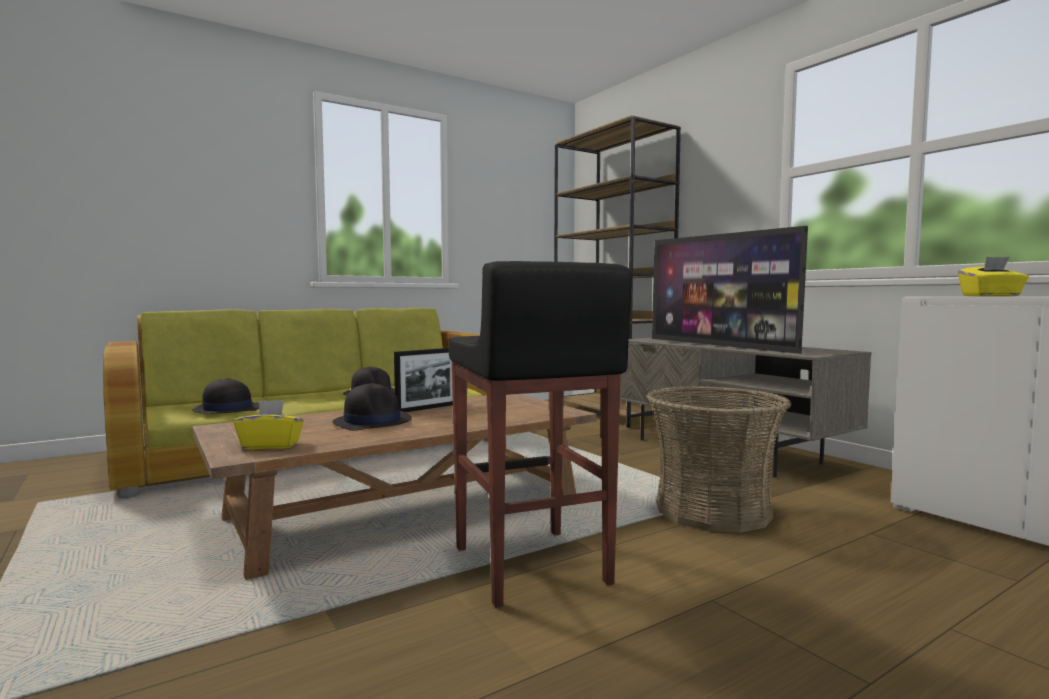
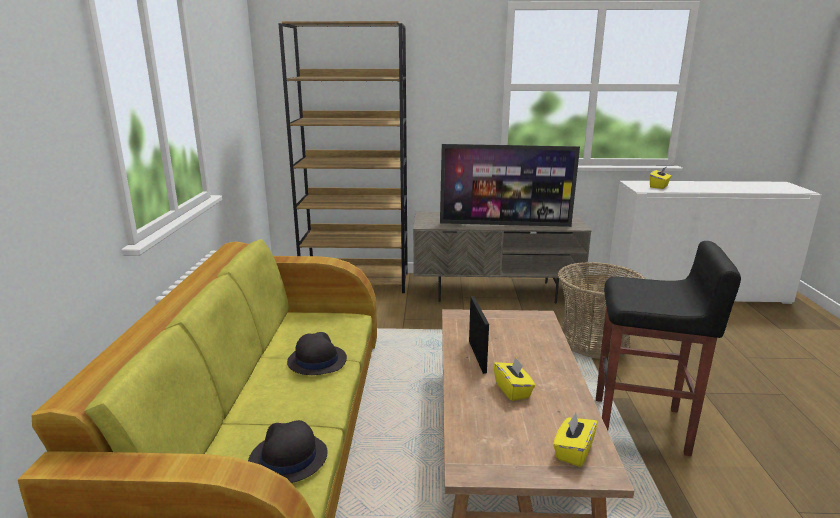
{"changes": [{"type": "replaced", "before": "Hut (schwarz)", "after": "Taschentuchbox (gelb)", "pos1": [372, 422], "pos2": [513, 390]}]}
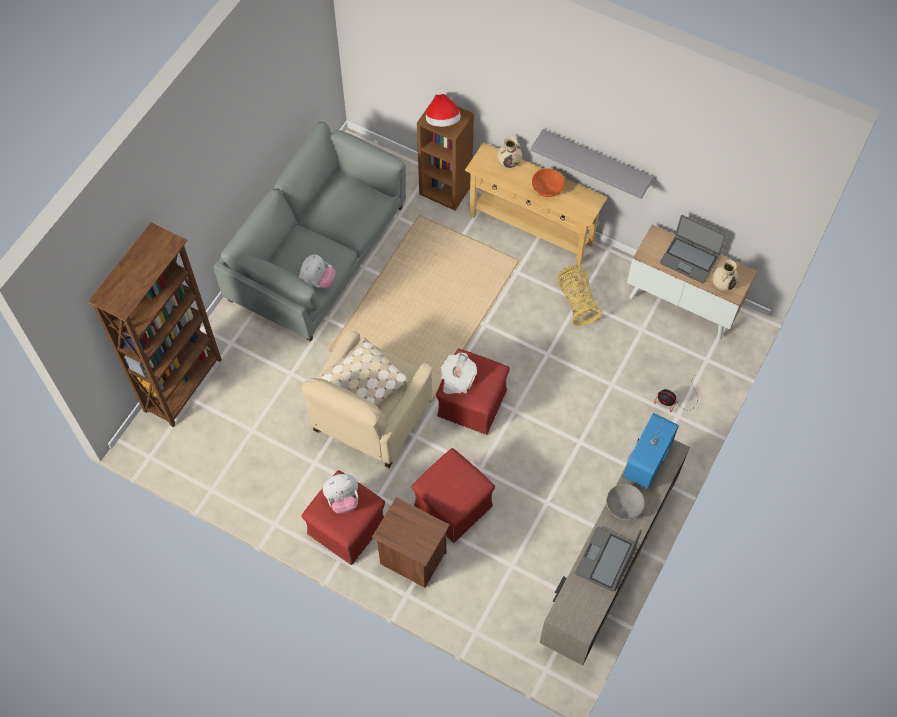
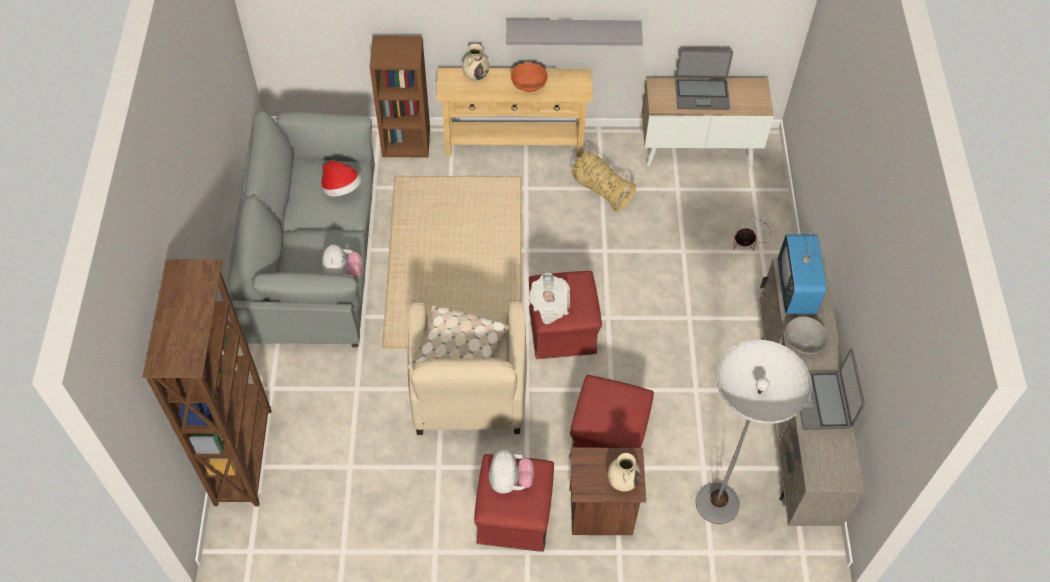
{"changes": [{"type": "moved", "before": "Hut", "pos1": [443, 121], "pos2": [341, 189]}, {"type": "turned", "before": "Plüschtier", "pos1": [343, 499], "pos2": [510, 481], "turn": -45}, {"type": "moved", "before": "Vase (beige)", "pos1": [722, 284], "pos2": [622, 480]}, {"type": "added", "after": "Stehlampe", "pos2": [717, 503]}]}
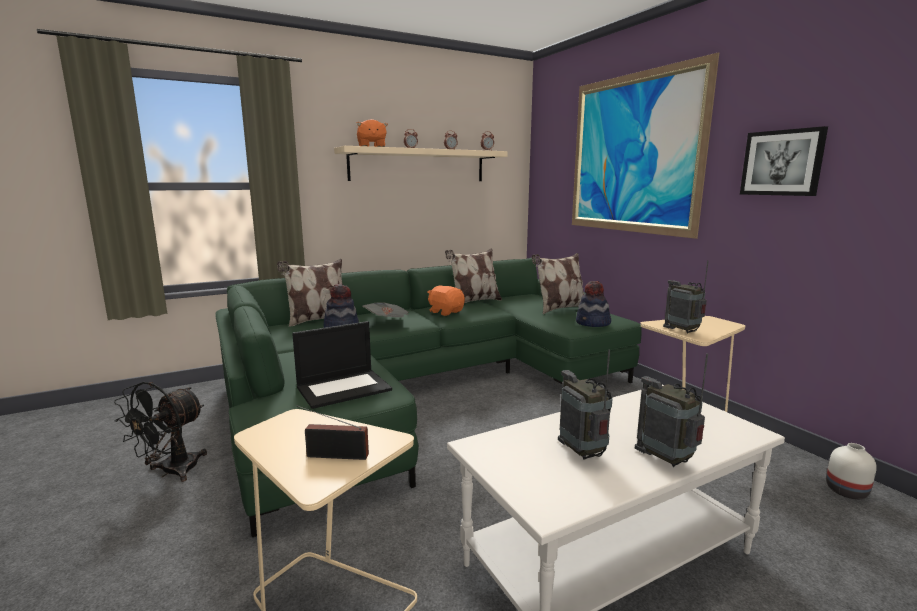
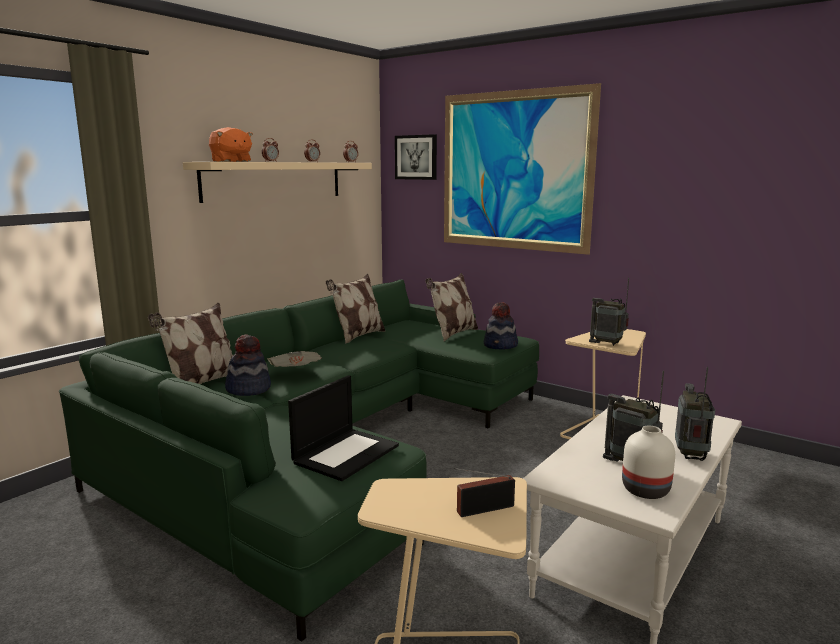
{"changes": [{"type": "moved", "before": "Bild", "pos1": [782, 163], "pos2": [416, 157]}, {"type": "moved", "before": "Vase (weiß)", "pos1": [845, 491], "pos2": [644, 490]}, {"type": "turned", "before": "Radio", "pos1": [666, 460], "pos2": [690, 455], "turn": 75}, {"type": "removed", "before": "Ventilator (schwarz)", "pos1": [171, 472]}, {"type": "removed", "before": "Plüschtier (orange)", "pos1": [446, 312]}]}
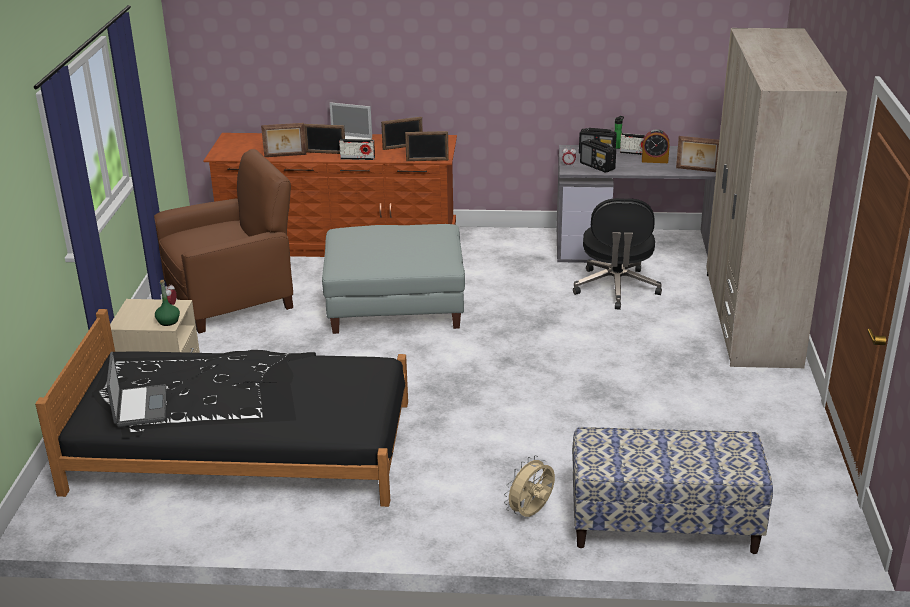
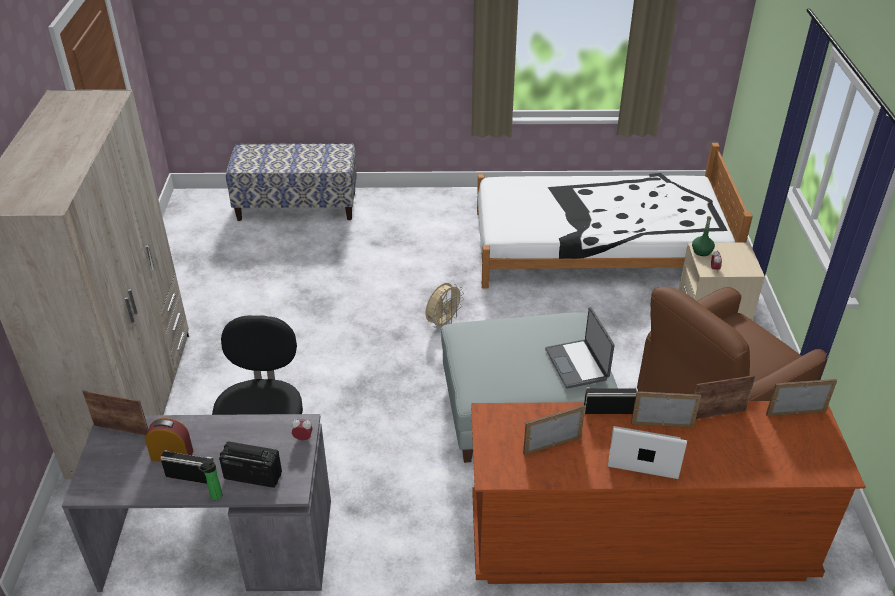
{"changes": [{"type": "moved", "before": "Ventilator (beige)", "pos1": [531, 513], "pos2": [443, 323]}, {"type": "recoloured", "before": "Bett (schwarz)", "after": "Bett (weiß)", "pos1": [242, 447], "pos2": [599, 247]}, {"type": "moved", "before": "Laptop", "pos1": [139, 407], "pos2": [577, 364]}, {"type": "moved", "before": "Bilderrahmen", "pos1": [427, 160], "pos2": [795, 412]}, {"type": "removed", "before": "Radio", "pos1": [597, 166]}]}
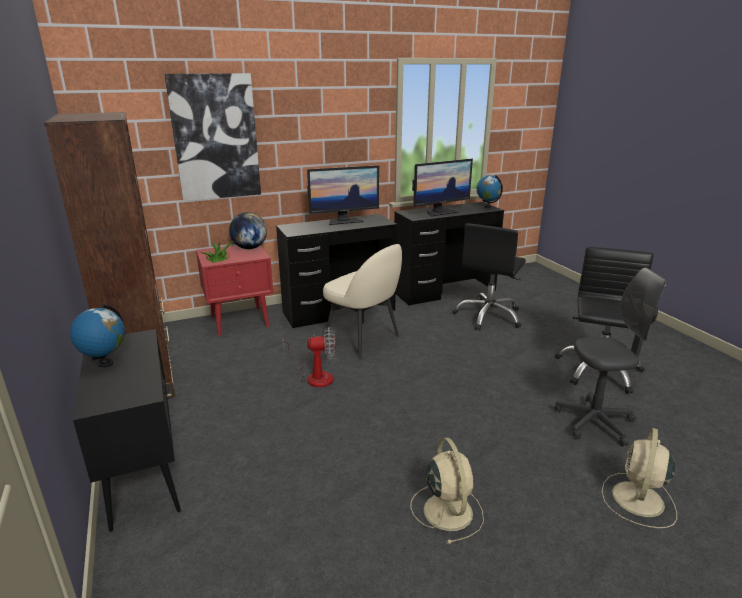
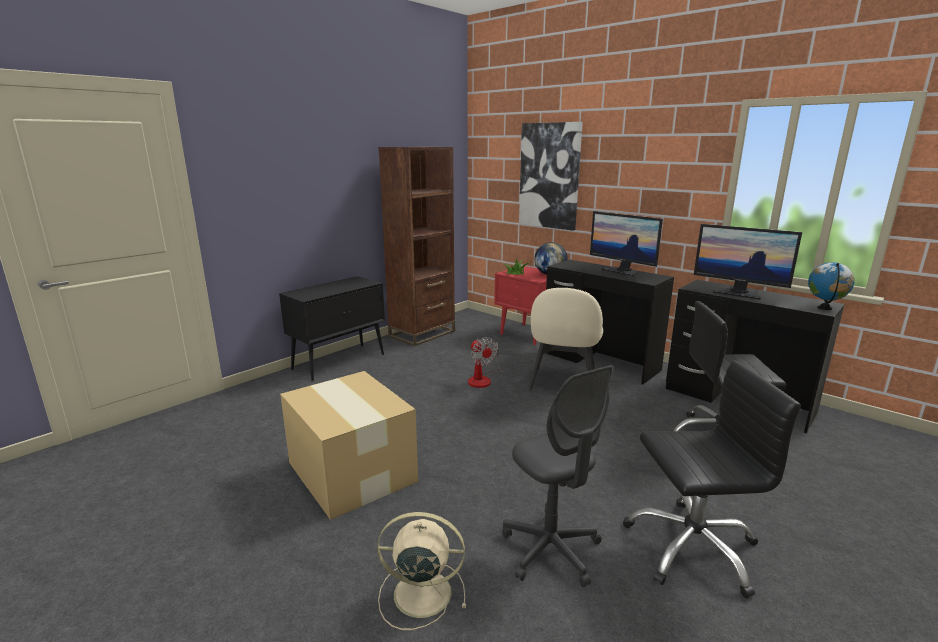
{"changes": [{"type": "replaced", "before": "Ventilator (beige)", "after": "Karton", "pos1": [447, 509], "pos2": [352, 471]}, {"type": "removed", "before": "Globus", "pos1": [105, 363]}]}
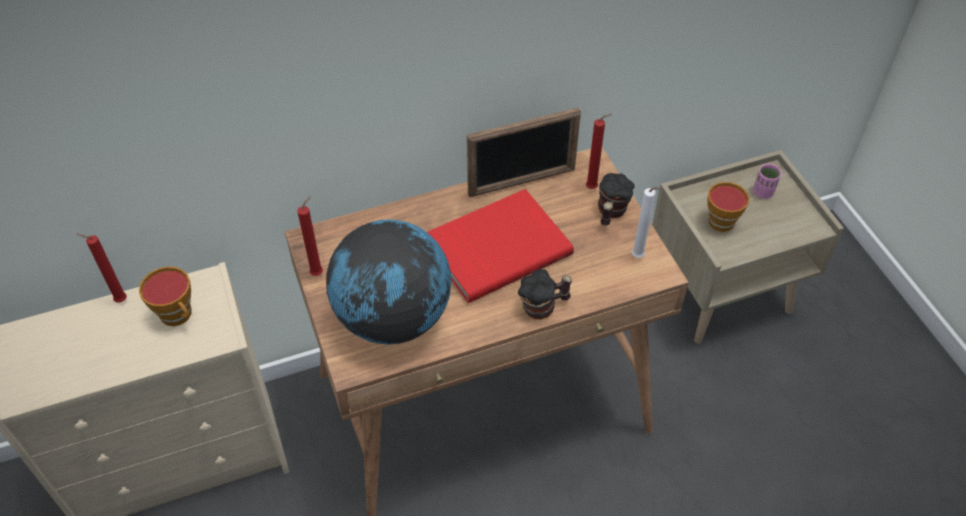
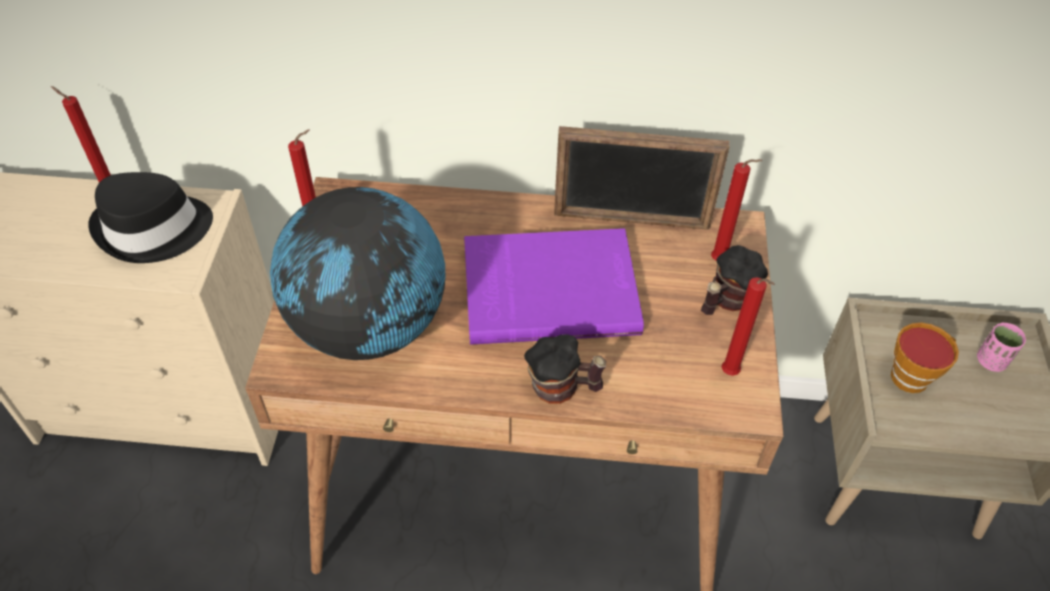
{"changes": [{"type": "replaced", "before": "Tasse", "after": "Hut (schwarz)", "pos1": [178, 315], "pos2": [153, 230]}, {"type": "recoloured", "before": "Buch (rot)", "after": "Buch (lila)", "pos1": [496, 247], "pos2": [549, 288]}, {"type": "recoloured", "before": "Kerze (weiß)", "after": "Kerze (rot)", "pos1": [639, 257], "pos2": [731, 374]}]}
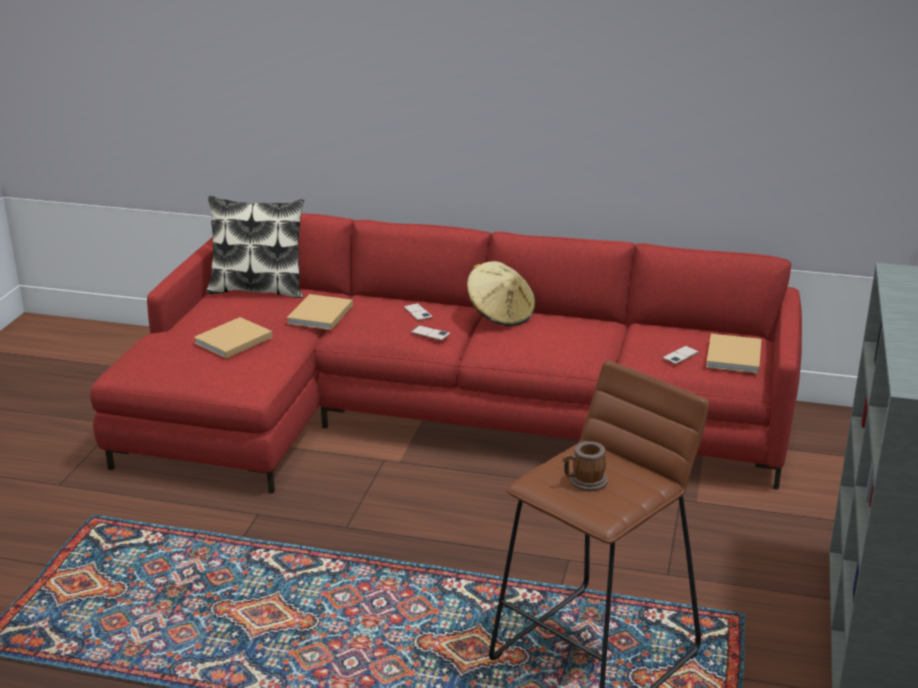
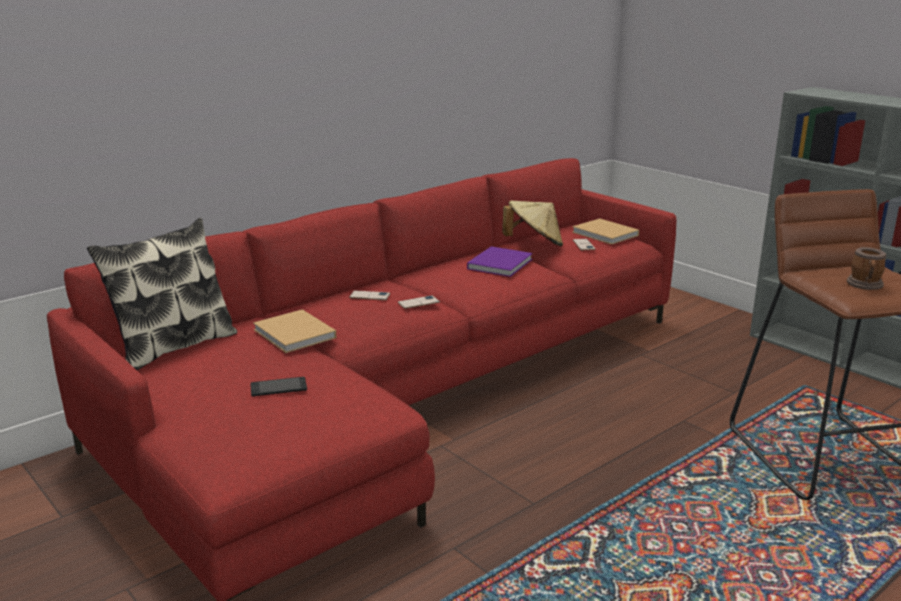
{"changes": [{"type": "replaced", "before": "Buch (beige)", "after": "Handy", "pos1": [231, 341], "pos2": [278, 387]}, {"type": "added", "after": "Buch (lila)", "pos2": [501, 263]}, {"type": "moved", "before": "Hut (beige)", "pos1": [500, 315], "pos2": [534, 244]}]}
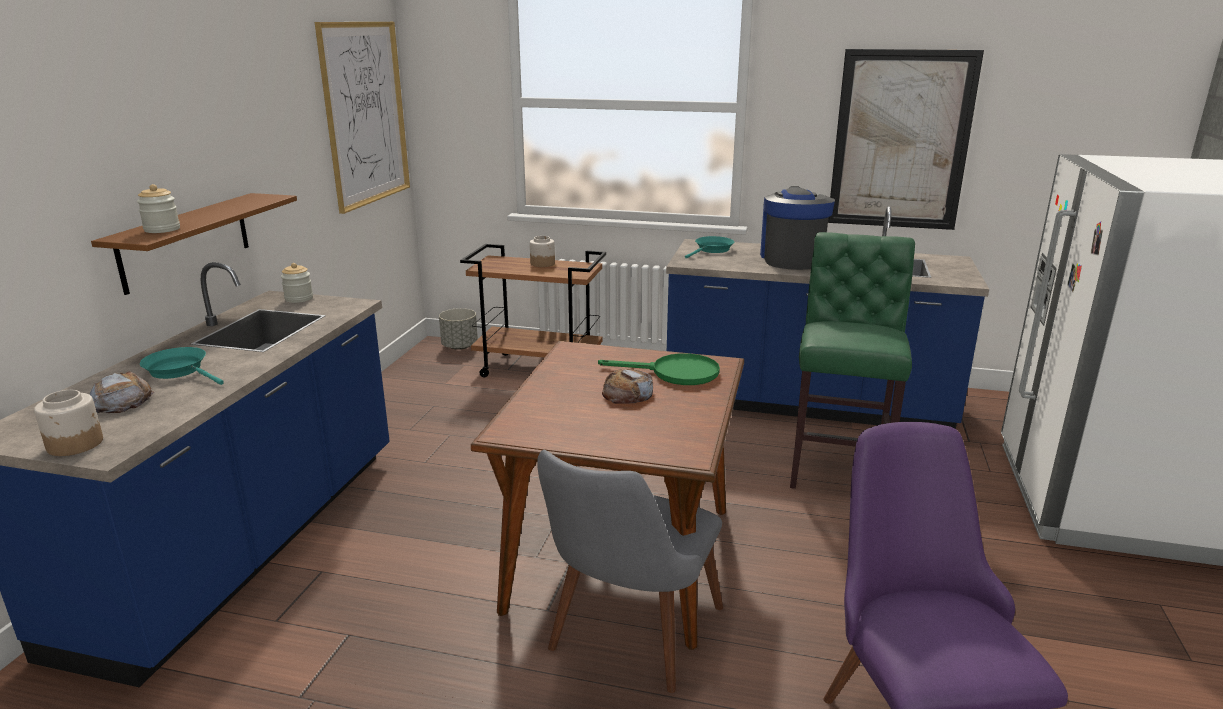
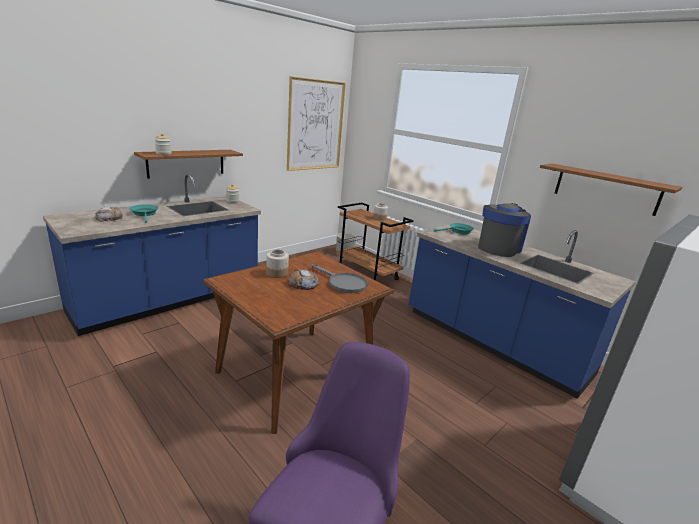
{"changes": [{"type": "moved", "before": "Vorratsglas", "pos1": [76, 444], "pos2": [277, 273]}, {"type": "recoloured", "before": "Pfanne (grün)", "after": "Pfanne (grau)", "pos1": [675, 373], "pos2": [343, 283]}, {"type": "replaced", "before": "Bild", "after": "Wandregal (braun)", "pos1": [901, 141], "pos2": [606, 189]}, {"type": "removed", "before": "Stuhl (grau)", "pos1": [627, 641]}, {"type": "removed", "before": "Hocker (grün)", "pos1": [839, 465]}]}
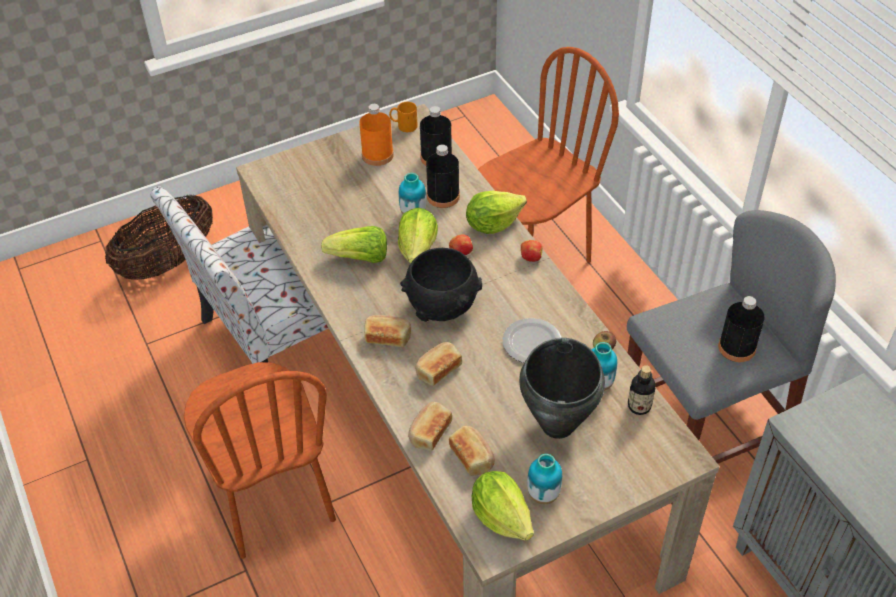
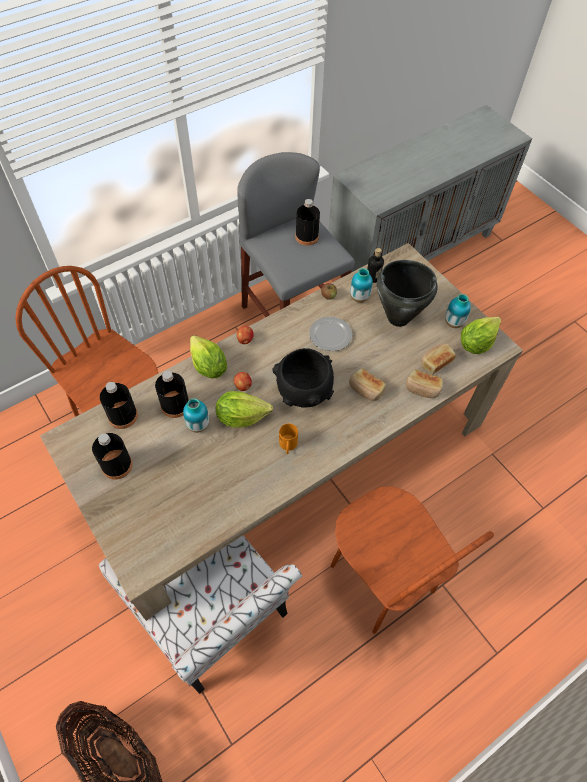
{"changes": [{"type": "recoloured", "before": "Flasche (orange)", "after": "Flasche (schwarz)", "pos1": [377, 155], "pos2": [117, 465]}, {"type": "moved", "before": "Henkelbecher (orange)", "pos1": [403, 126], "pos2": [288, 446]}, {"type": "turned", "before": "Stuhl (braun)", "pos1": [272, 500], "pos2": [381, 579], "turn": 90}, {"type": "removed", "before": "Salatkopf", "pos1": [360, 258]}, {"type": "removed", "before": "Brot", "pos1": [388, 337]}]}
